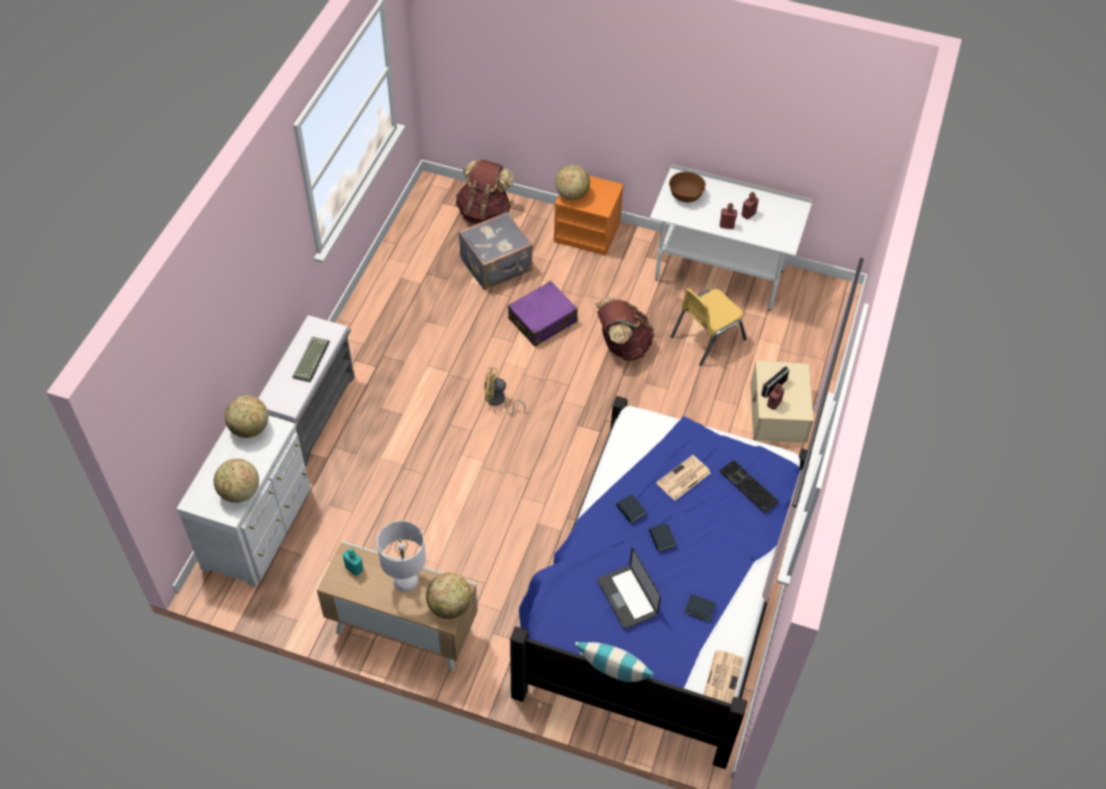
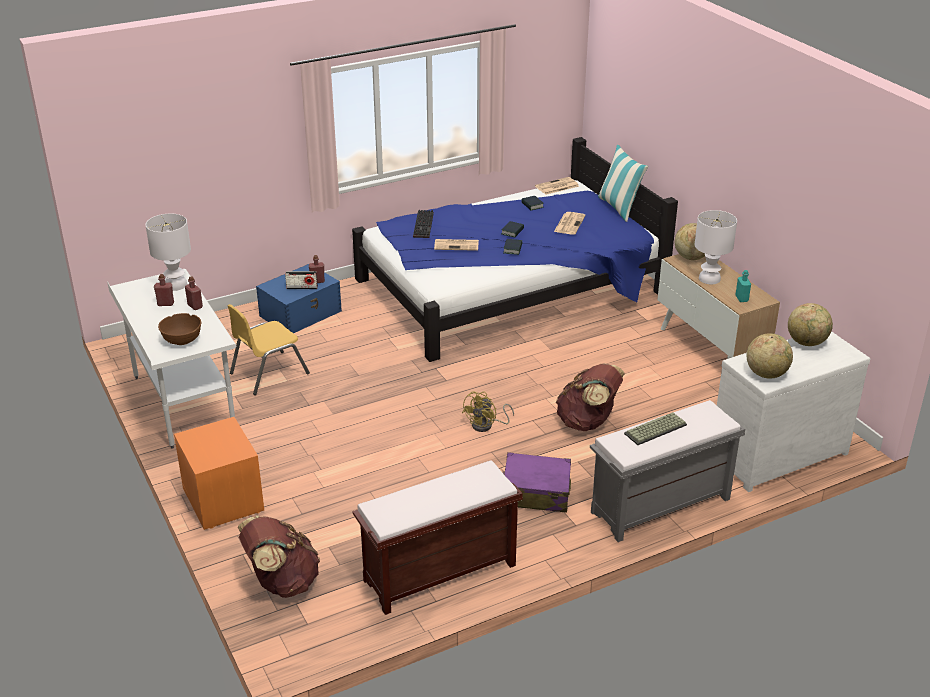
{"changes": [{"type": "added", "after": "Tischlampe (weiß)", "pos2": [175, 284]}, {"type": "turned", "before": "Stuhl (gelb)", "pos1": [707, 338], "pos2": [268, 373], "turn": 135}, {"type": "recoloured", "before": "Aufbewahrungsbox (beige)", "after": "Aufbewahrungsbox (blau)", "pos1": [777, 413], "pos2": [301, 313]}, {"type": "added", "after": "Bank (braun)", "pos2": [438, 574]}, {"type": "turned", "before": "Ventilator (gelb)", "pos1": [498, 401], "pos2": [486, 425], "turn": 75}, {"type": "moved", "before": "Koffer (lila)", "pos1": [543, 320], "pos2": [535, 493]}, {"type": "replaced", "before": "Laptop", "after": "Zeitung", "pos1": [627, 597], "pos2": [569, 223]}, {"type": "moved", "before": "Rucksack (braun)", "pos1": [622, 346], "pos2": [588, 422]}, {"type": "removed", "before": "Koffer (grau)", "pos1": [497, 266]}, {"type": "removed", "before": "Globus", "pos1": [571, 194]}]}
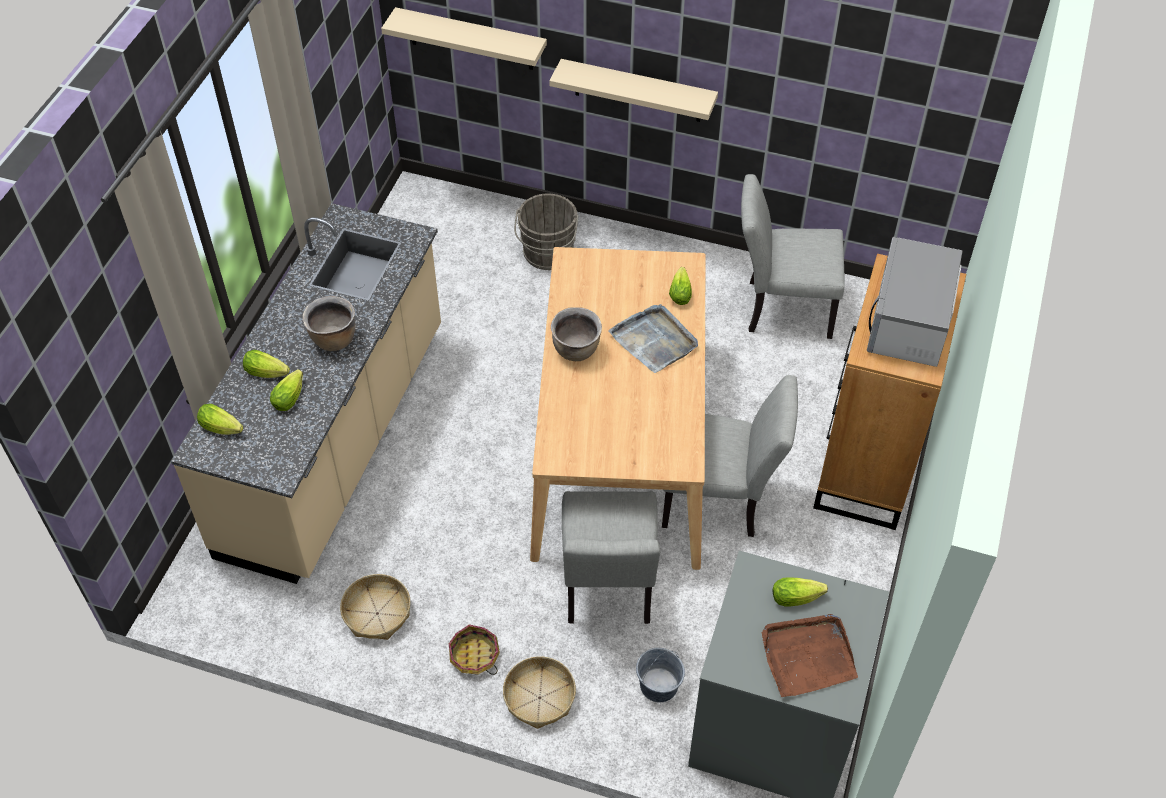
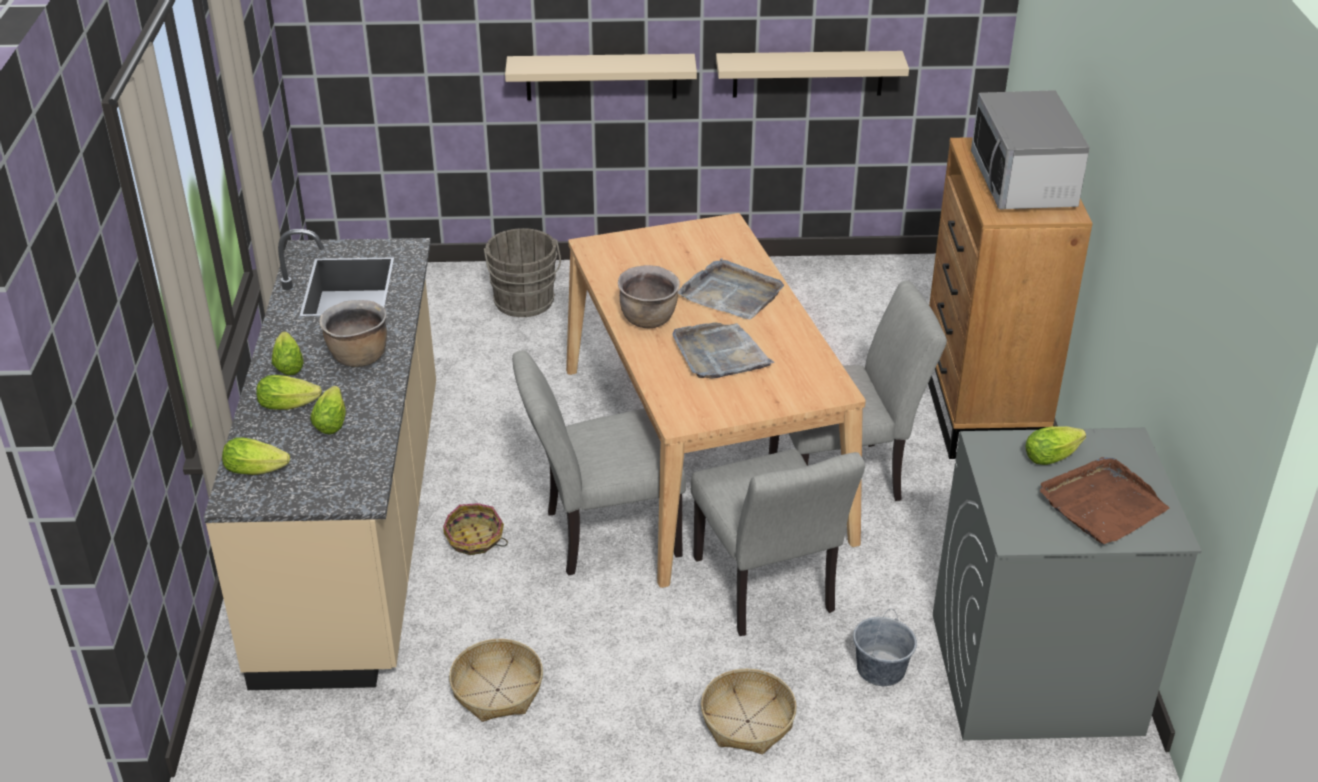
{"changes": [{"type": "moved", "before": "Salatkopf", "pos1": [680, 292], "pos2": [288, 363]}, {"type": "moved", "before": "Korb", "pos1": [474, 656], "pos2": [475, 539]}, {"type": "moved", "before": "Stuhl (grau)", "pos1": [781, 308], "pos2": [601, 535]}, {"type": "added", "after": "Tablett (grau)", "pos2": [720, 354]}, {"type": "moved", "before": "Wandregal (beige)", "pos1": [471, 39], "pos2": [808, 73]}]}
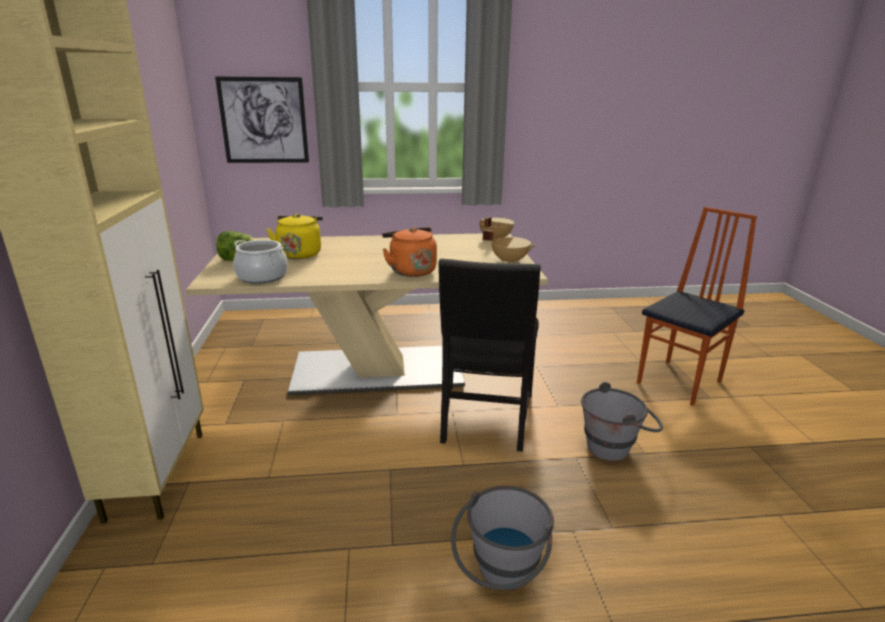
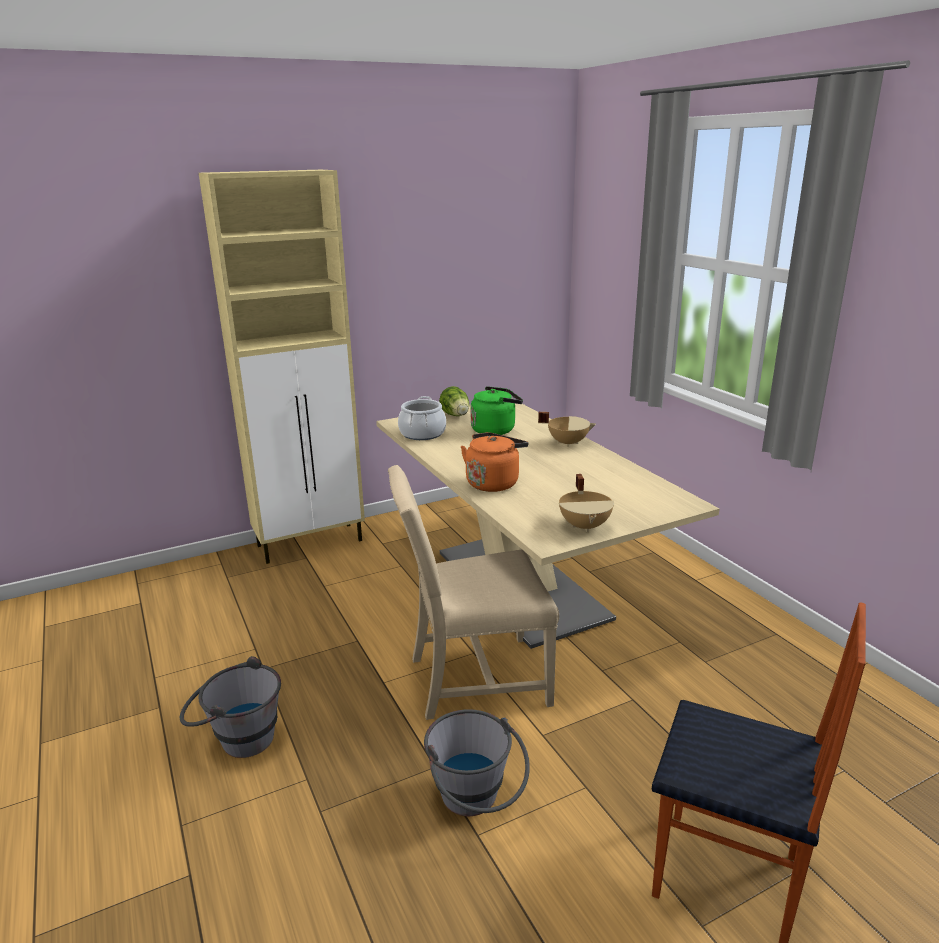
{"changes": [{"type": "recoloured", "before": "Stuhl (schwarz)", "after": "Stuhl (beige)", "pos1": [485, 419], "pos2": [474, 679]}, {"type": "recoloured", "before": "Wasserkessel (gelb)", "after": "Wasserkessel (grün)", "pos1": [300, 254], "pos2": [495, 430]}, {"type": "moved", "before": "Kochtopf (beige)", "pos1": [494, 239], "pos2": [567, 443]}, {"type": "removed", "before": "Bild", "pos1": [264, 120]}]}
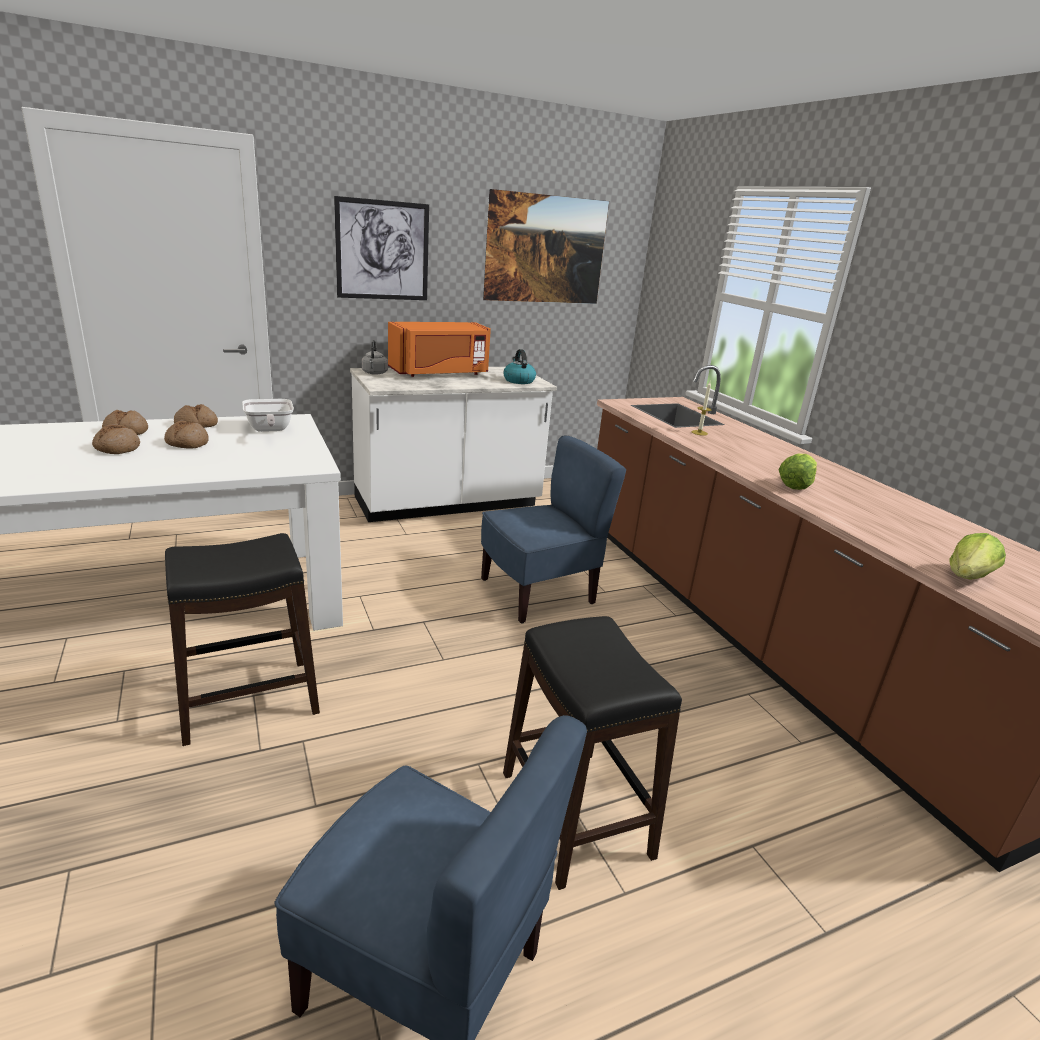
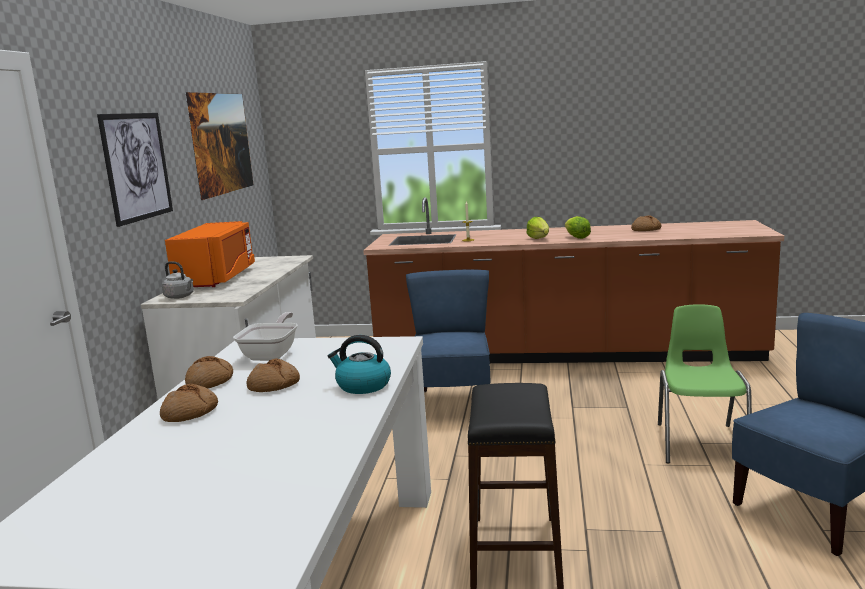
{"changes": [{"type": "turned", "before": "Pfanne", "pos1": [269, 430], "pos2": [272, 354], "turn": -90}, {"type": "moved", "before": "Wasserkessel", "pos1": [518, 380], "pos2": [362, 386]}, {"type": "moved", "before": "Salatkopf", "pos1": [968, 578], "pos2": [539, 239]}, {"type": "moved", "before": "Brot", "pos1": [117, 448], "pos2": [646, 230]}, {"type": "replaced", "before": "Hocker (schwarz)", "after": "Stuhl (grün)", "pos1": [576, 813], "pos2": [701, 443]}]}
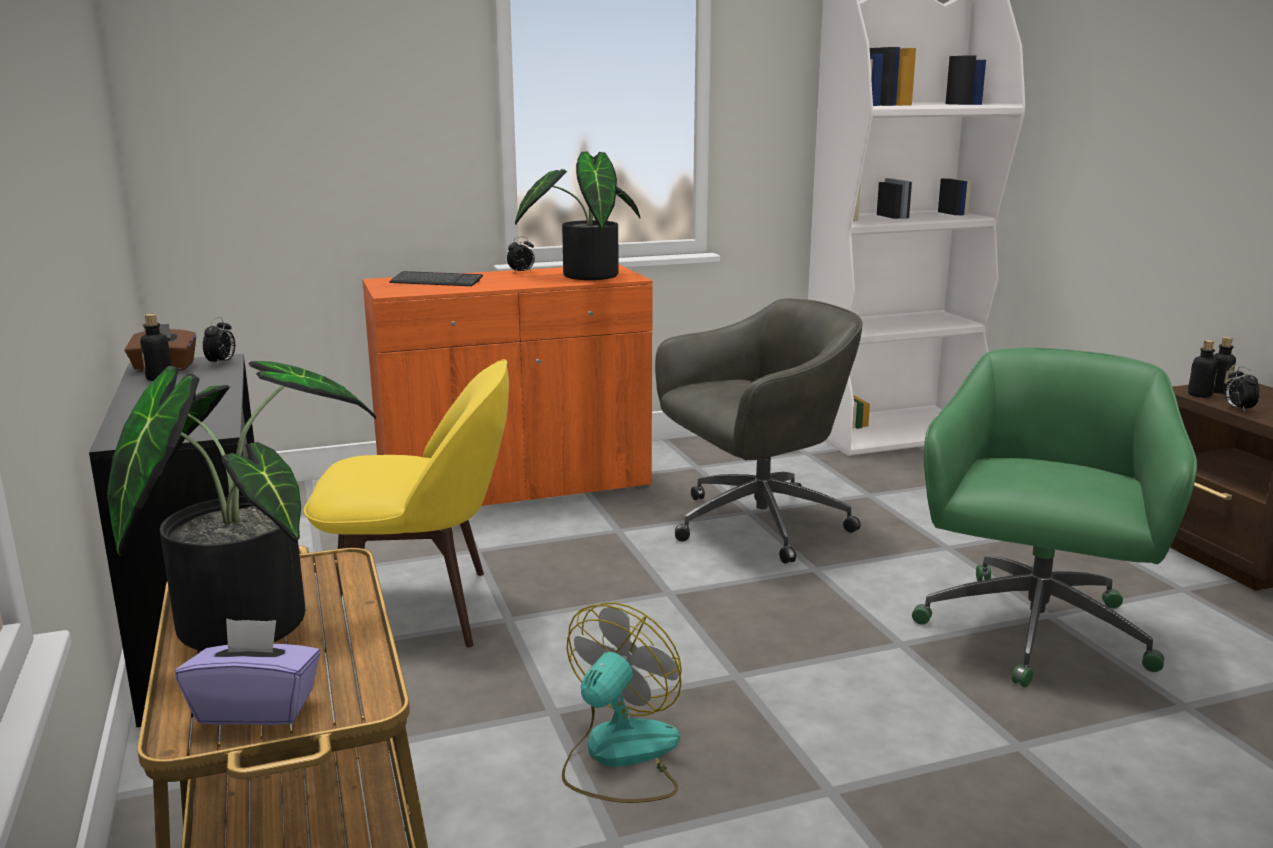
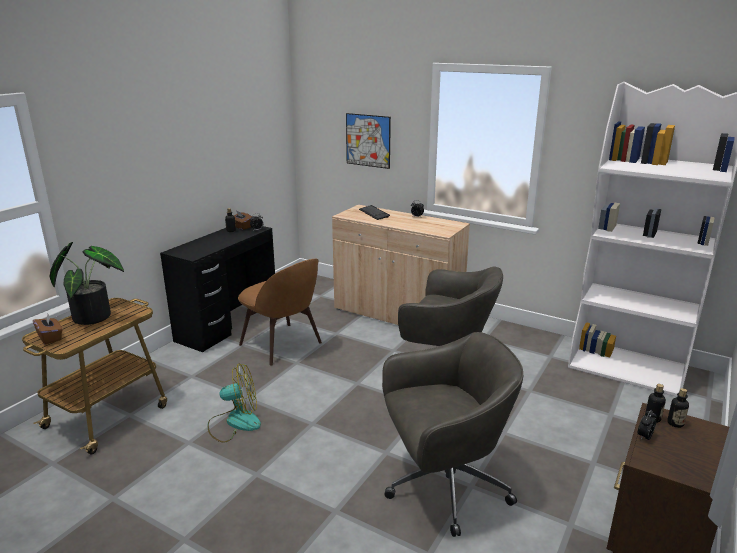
{"changes": [{"type": "recoloured", "before": "Taschentuchbox (lila)", "after": "Taschentuchbox (braun)", "pos1": [256, 708], "pos2": [50, 337]}, {"type": "recoloured", "before": "Stuhl (gelb)", "after": "Stuhl (braun)", "pos1": [419, 609], "pos2": [282, 345]}, {"type": "recoloured", "before": "Schrank (orange)", "after": "Schrank (beige)", "pos1": [515, 487], "pos2": [397, 314]}, {"type": "added", "after": "Bild", "pos2": [368, 140]}, {"type": "recoloured", "before": "Bürostuhl (grün)", "after": "Bürostuhl (grau)", "pos1": [1033, 634], "pos2": [444, 486]}, {"type": "removed", "before": "Topfpflanze", "pos1": [584, 275]}]}
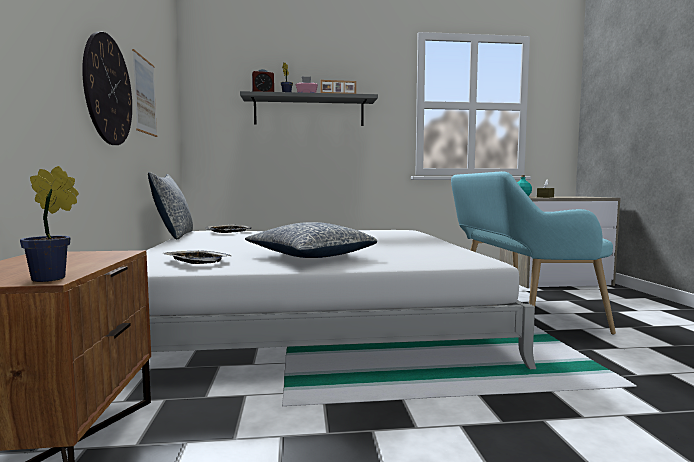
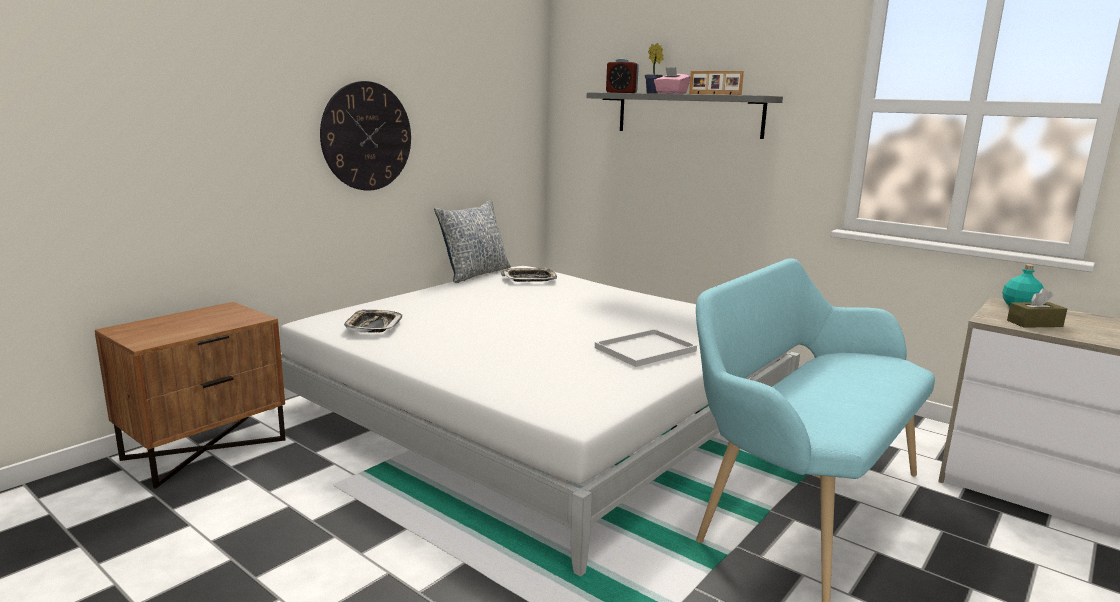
{"changes": [{"type": "added", "after": "Tablett (weiß)", "pos2": [646, 349]}, {"type": "removed", "before": "Topfpflanze", "pos1": [53, 279]}, {"type": "removed", "before": "Bild", "pos1": [145, 96]}, {"type": "removed", "before": "Kissen", "pos1": [309, 256]}]}
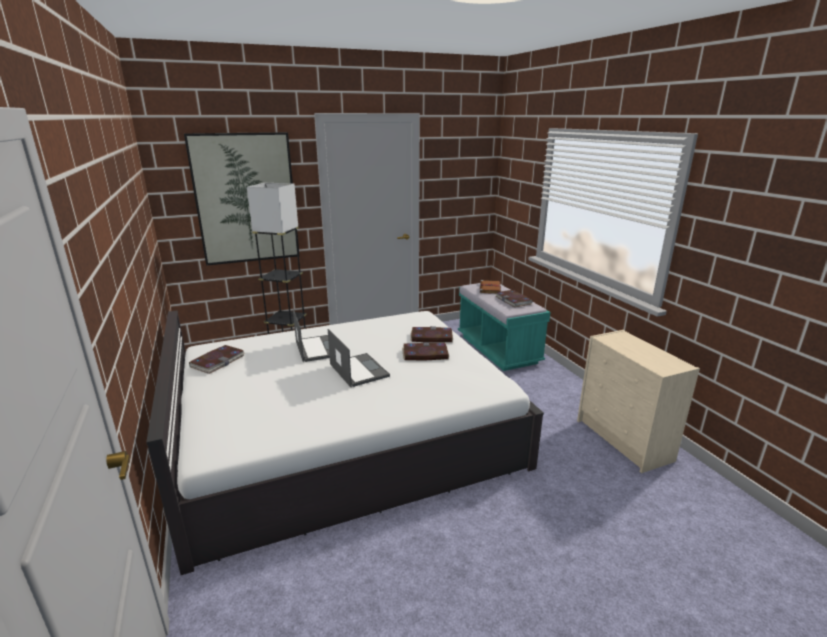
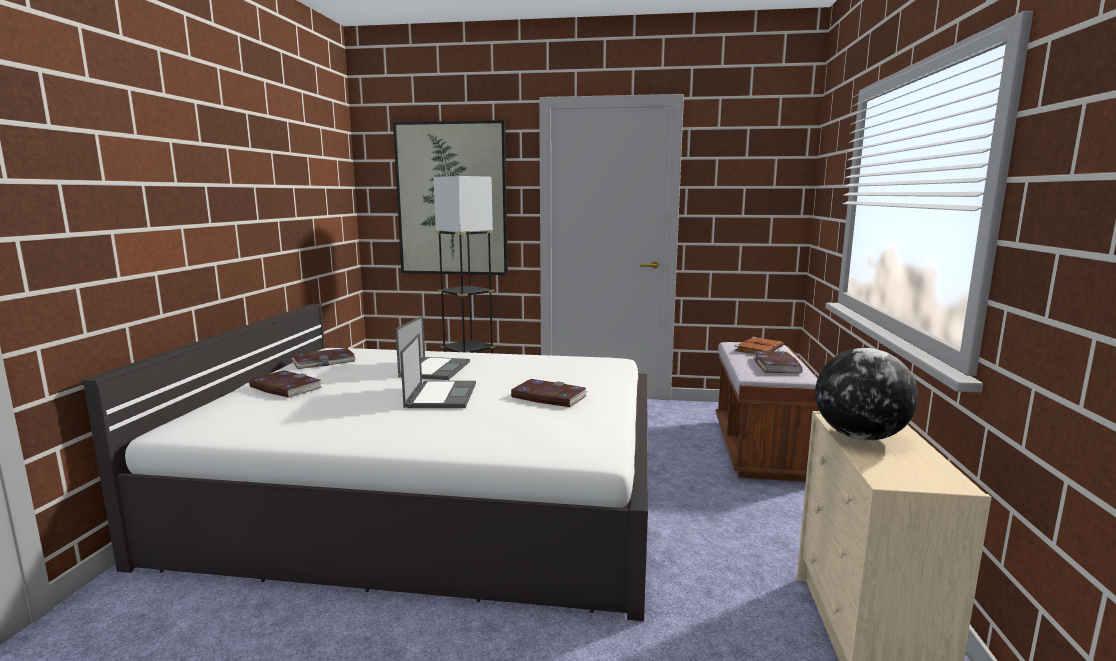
{"changes": [{"type": "moved", "before": "Buch", "pos1": [431, 337], "pos2": [285, 387]}, {"type": "recoloured", "before": "Bank (türkis)", "after": "Bank (braun)", "pos1": [498, 349], "pos2": [760, 450]}, {"type": "added", "after": "Globus", "pos2": [860, 436]}]}
